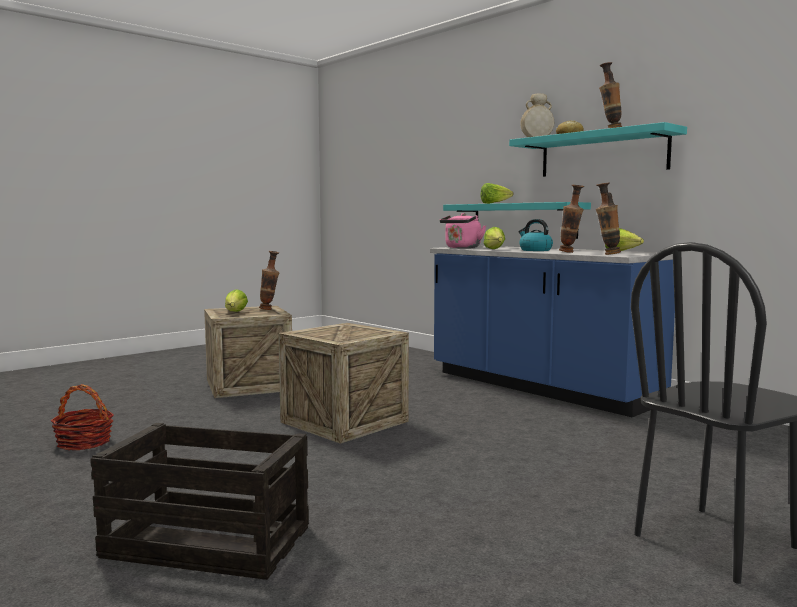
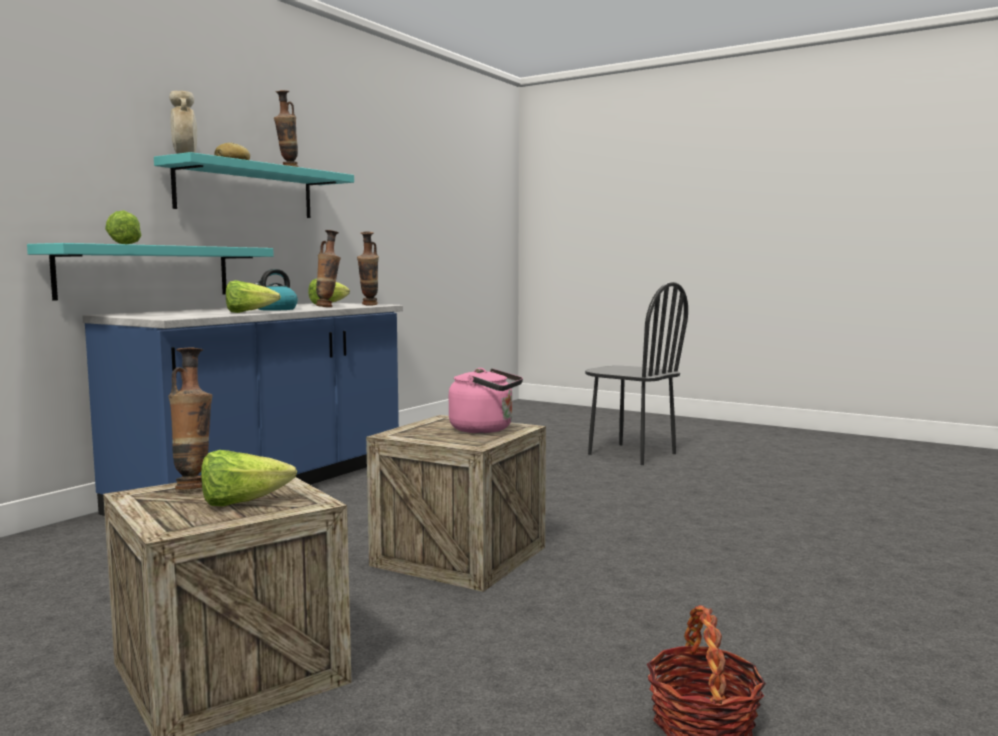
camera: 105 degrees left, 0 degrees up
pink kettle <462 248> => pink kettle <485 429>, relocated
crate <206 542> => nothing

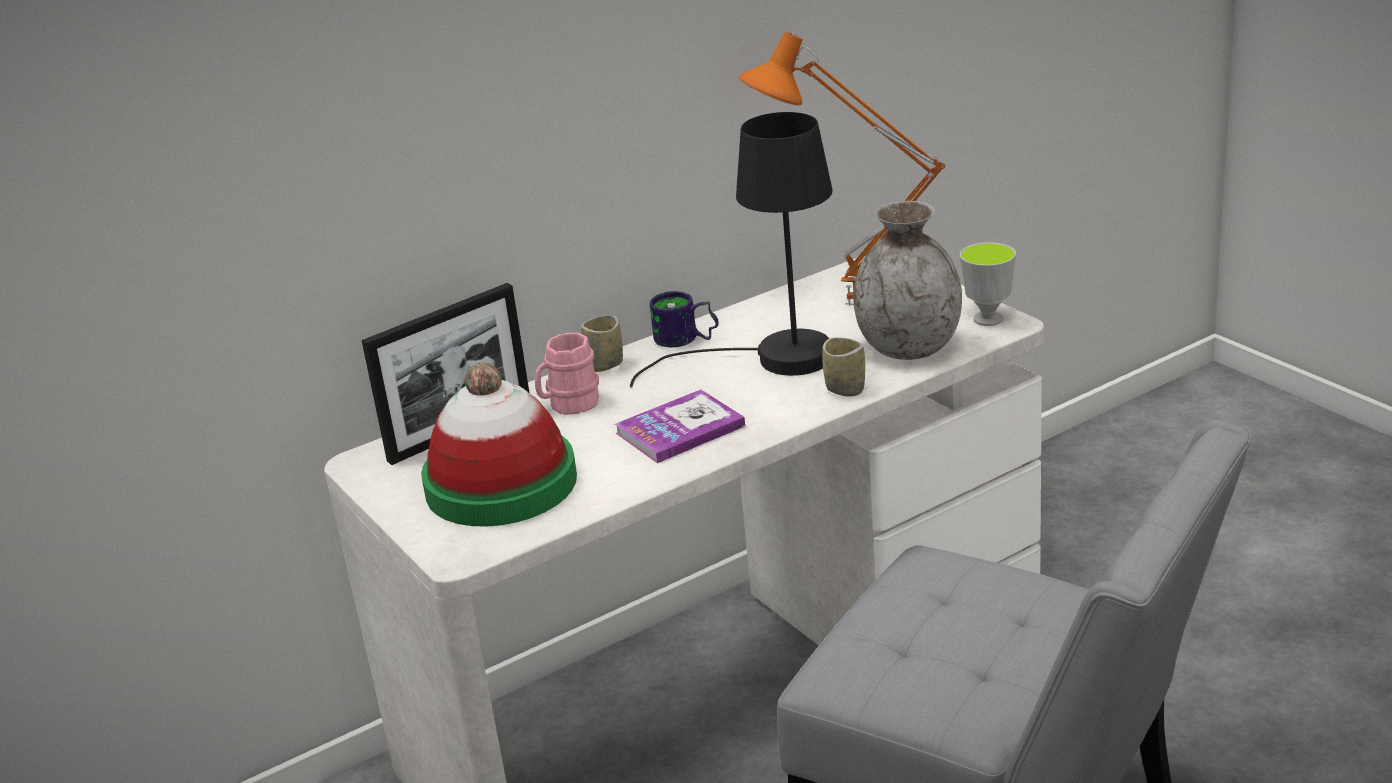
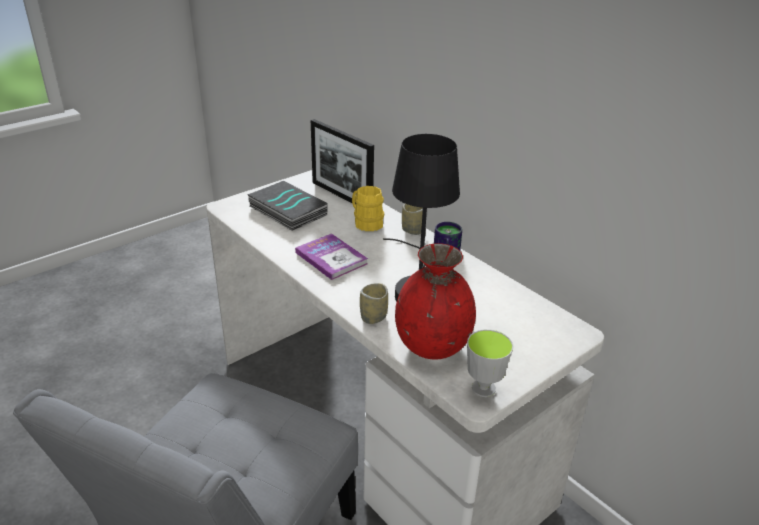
camera: 80 degrees right, 5 degrees up
hat <501 484> => book <286 211>
pink mug <569 405> => yellow mug <365 222>
grey vase <909 348> => red vase <433 346>
orange table lamp <851 307> => nothing

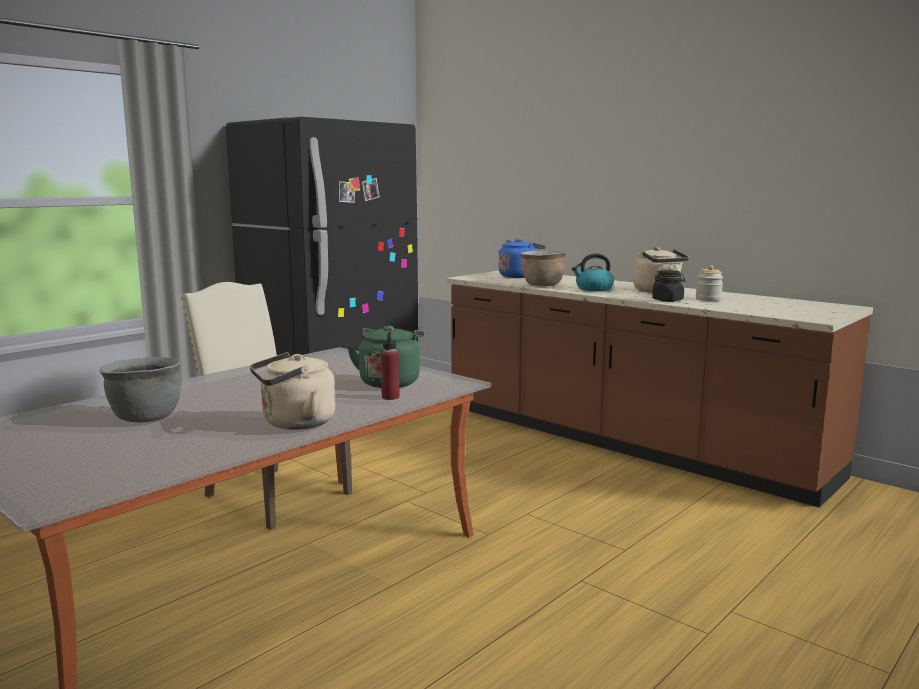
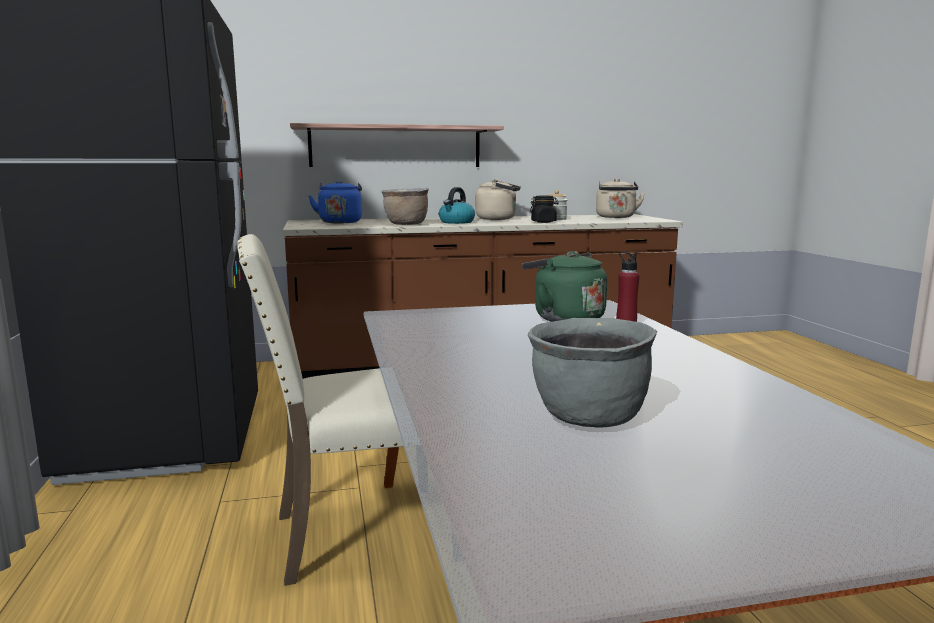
camera: 55 degrees left, 0 degrees up
nothing => shelf <396 147>
beige kettle <294 423> => beige kettle <616 217>, relocated

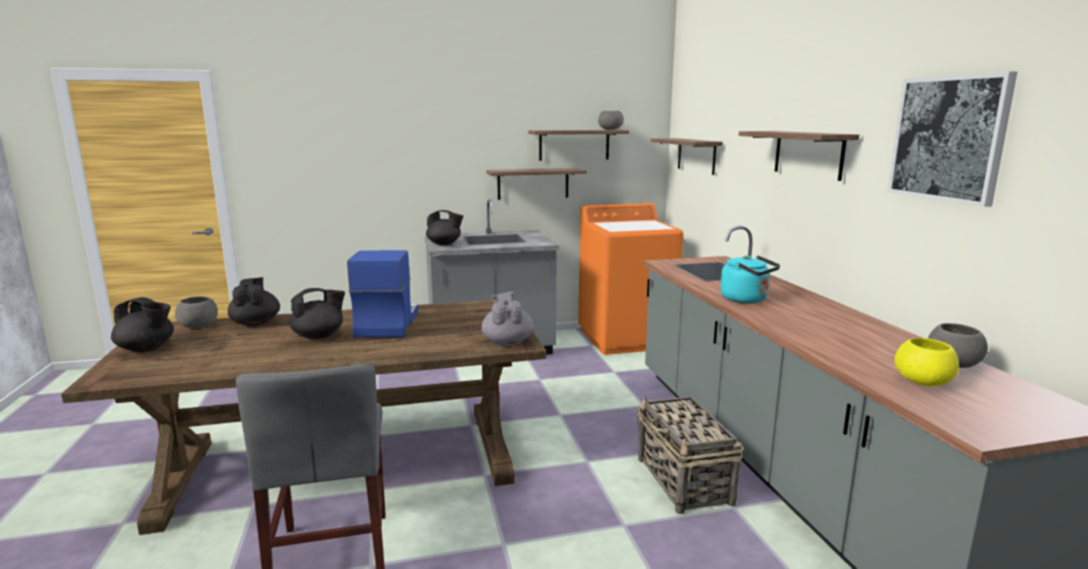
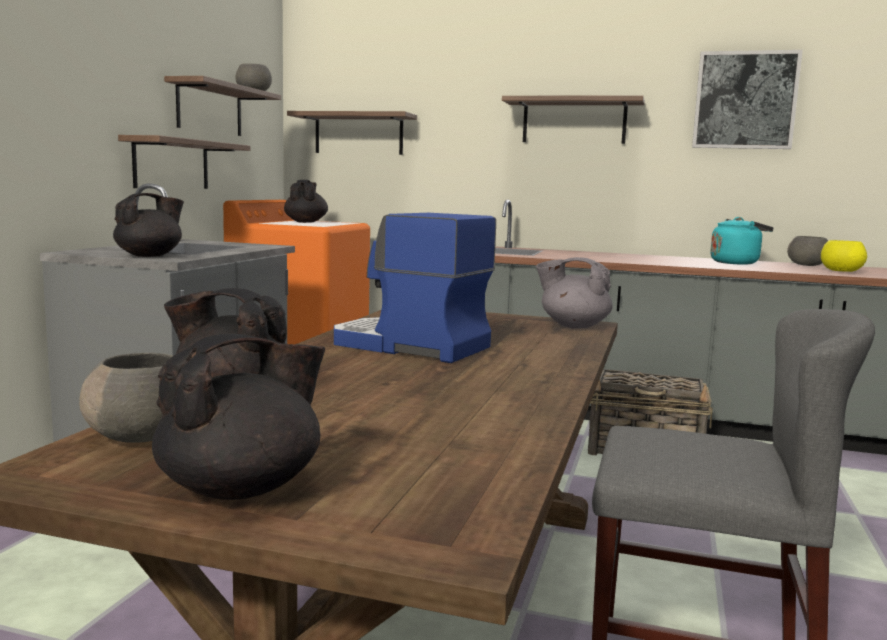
camera: 60 degrees left, 5 degrees down
black teapot <319 336> => black teapot <306 222>, relocated
turquoise kettle <747 299> => turquoise kettle <736 263>, relocated

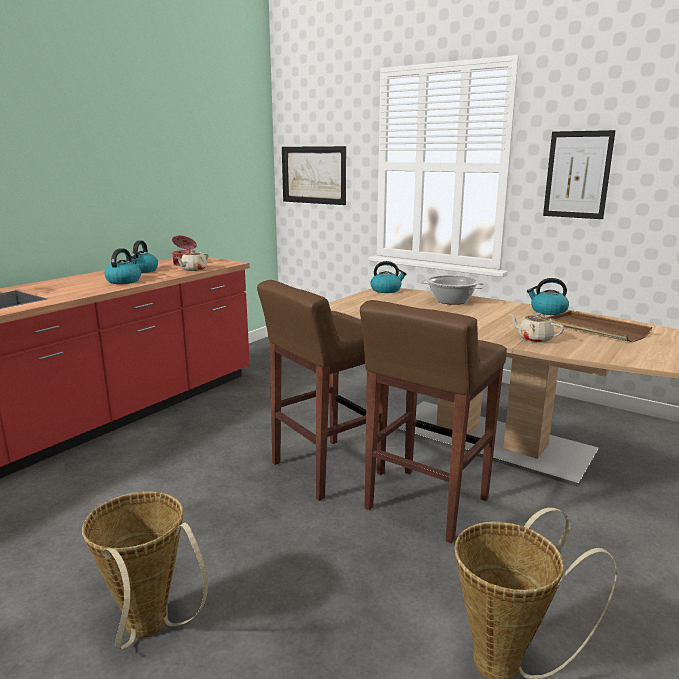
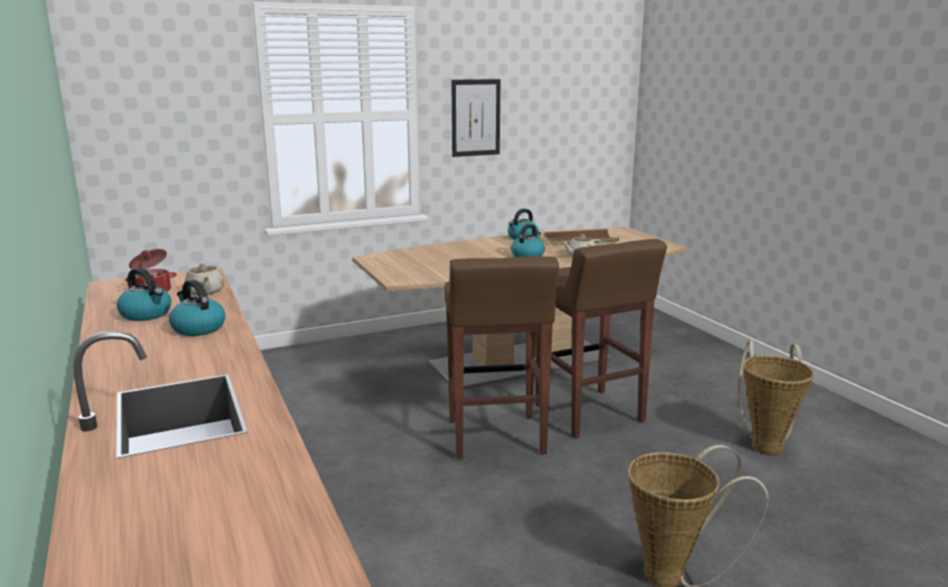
camera: 60 degrees left, 0 degrees up
kettle <386 290> => kettle <527 255>, relocated
picture <314 175> => nothing
cooking pot <451 301> => nothing

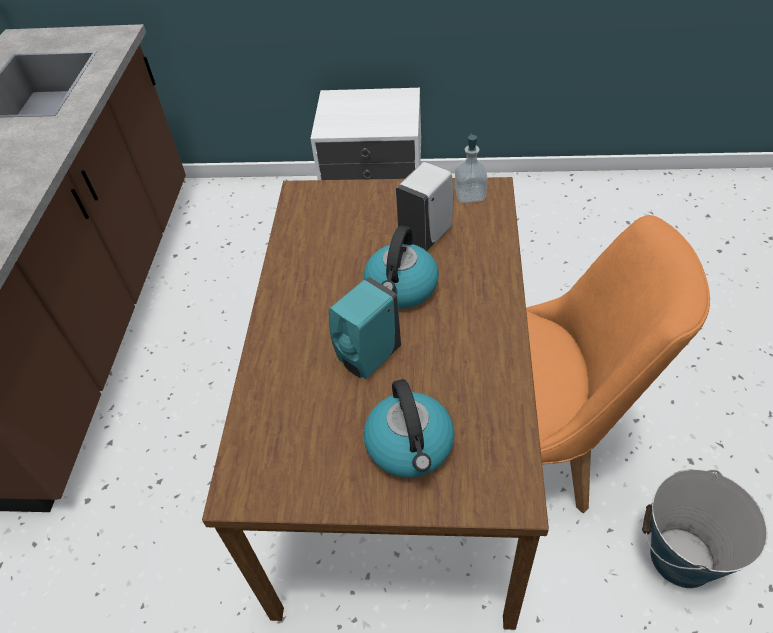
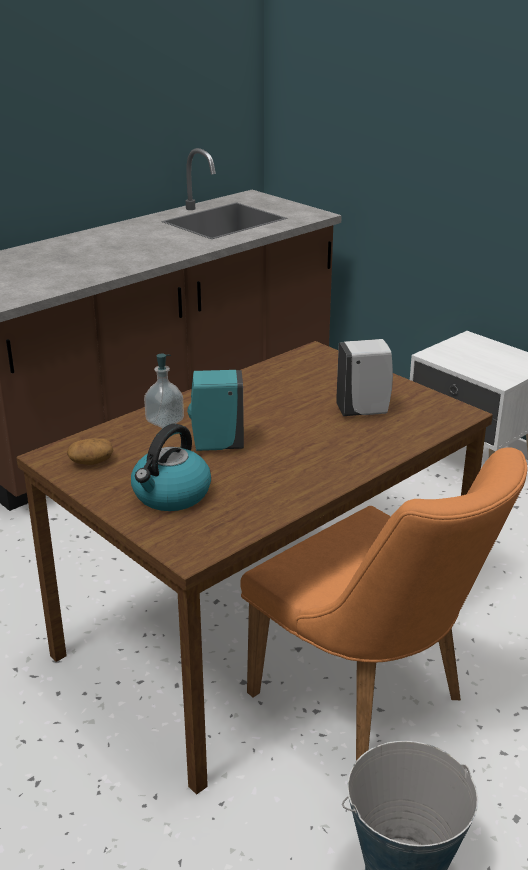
camera: 40 degrees right, 20 degrees down
nothing => potato <91 462>
soap dispenser <470 195> => soap dispenser <165 421>, relocated
kettle <401 288> => nothing

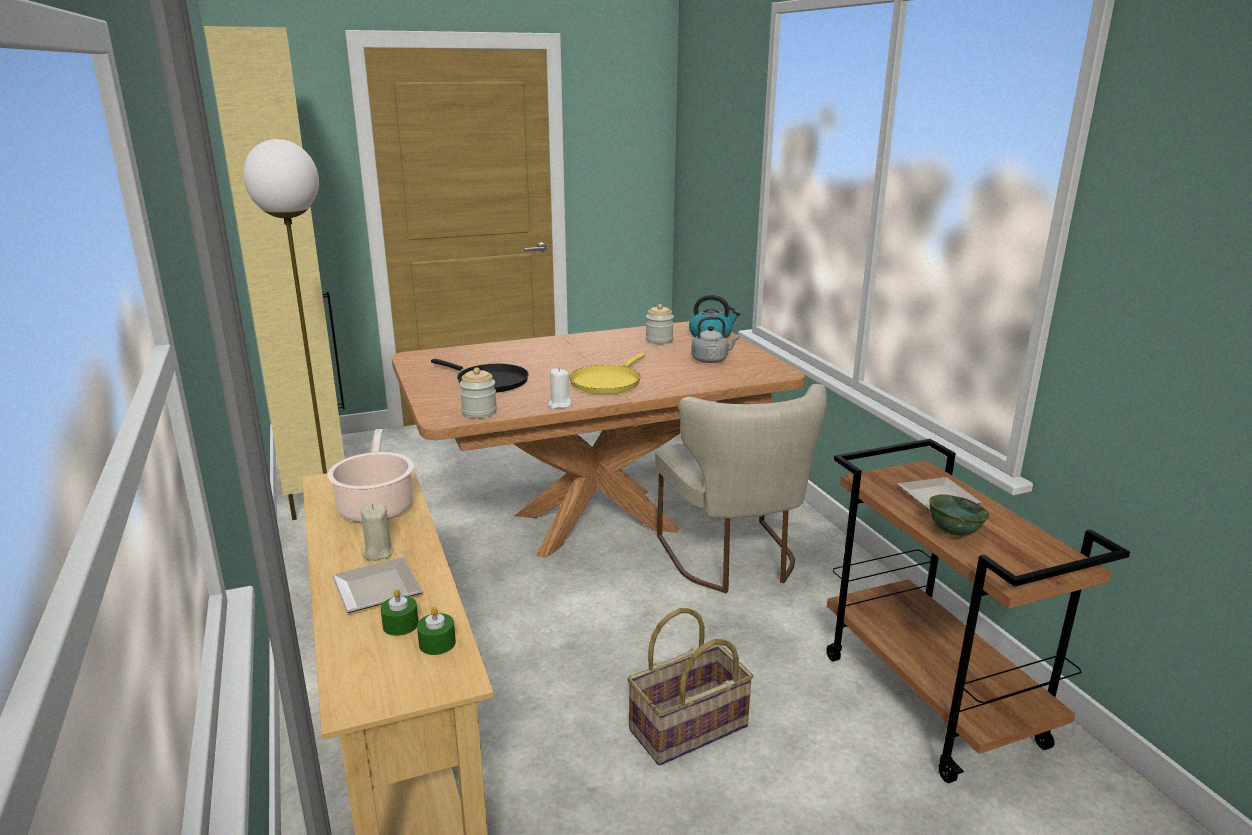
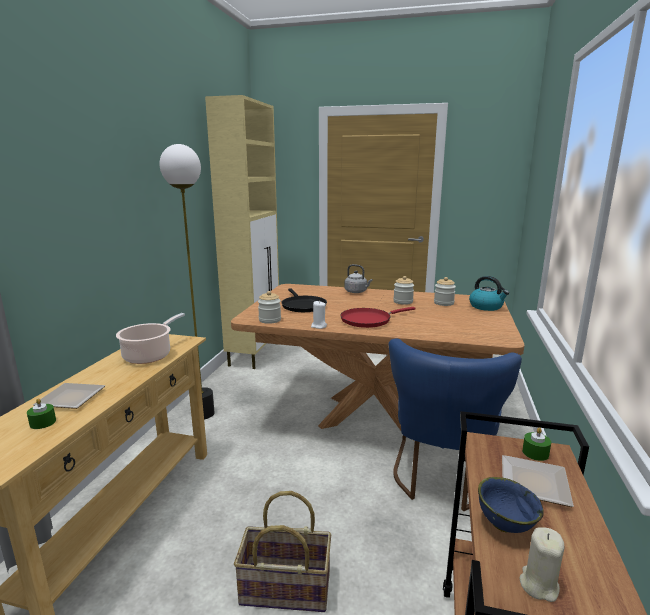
camera: 35 degrees right, 5 degrees down
yellow frying pan <607 382> => red frying pan <368 320>
grey kettle <711 360> => grey kettle <357 292>, relocated
beige chair <734 560> => blue chair <441 478>
nothing => jar <403 302>
green bowl <952 533> => blue bowl <504 524>
beige candle <378 552> => beige candle <538 584>, relocated
green candle <437 643> => green candle <535 453>, relocated

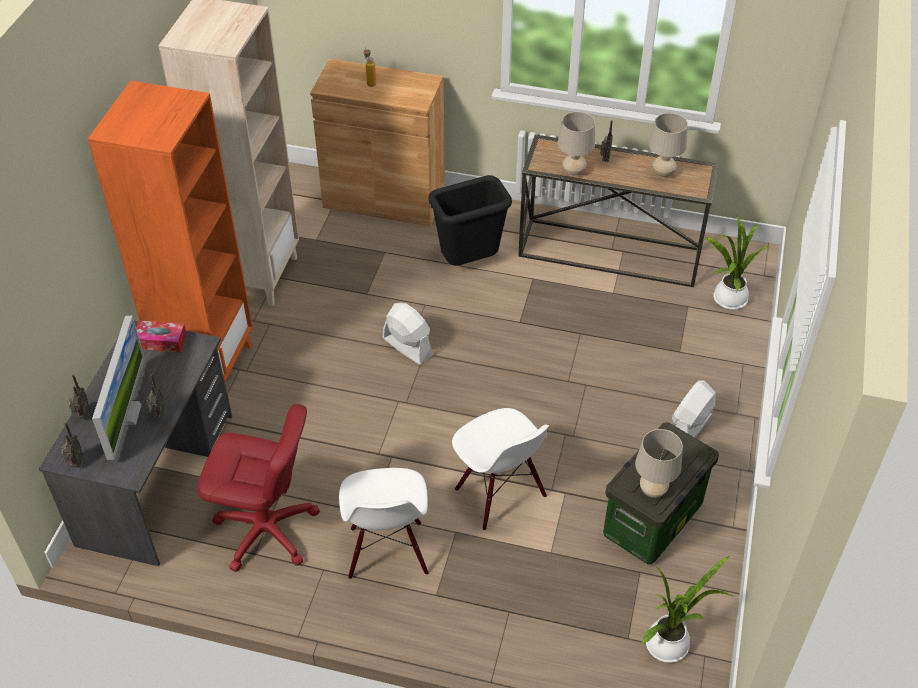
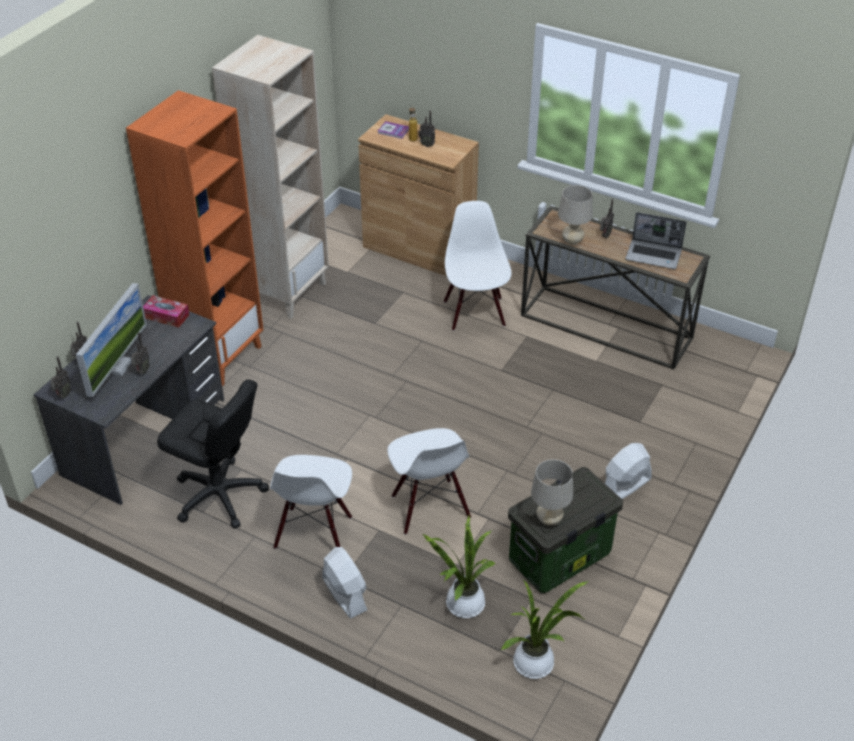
camera: 15 degrees right, 5 degrees down
red office chair <266 530> => black office chair <219 495>
white fan <407 346> => white fan <344 594>, relocated
nothing => book <393 131>
nothing => radio <427 145>
potted plant <727 300> => potted plant <462 604>, relocated
black trash can <470 262> => white chair <475 313>
beige table lamp <663 173> => laptop <654 255>

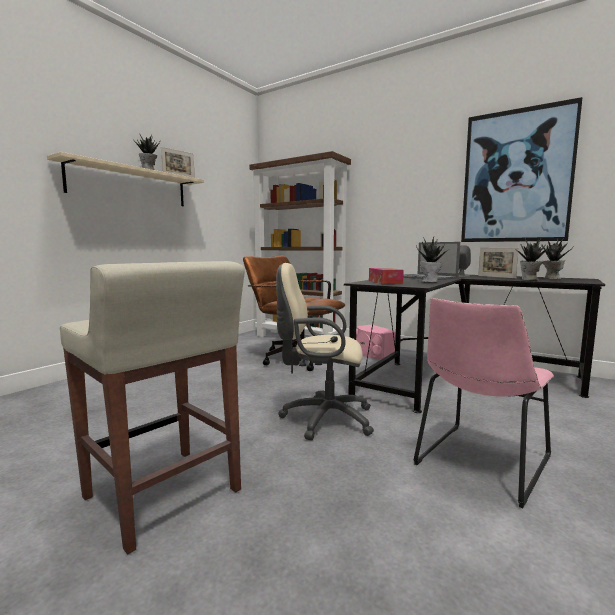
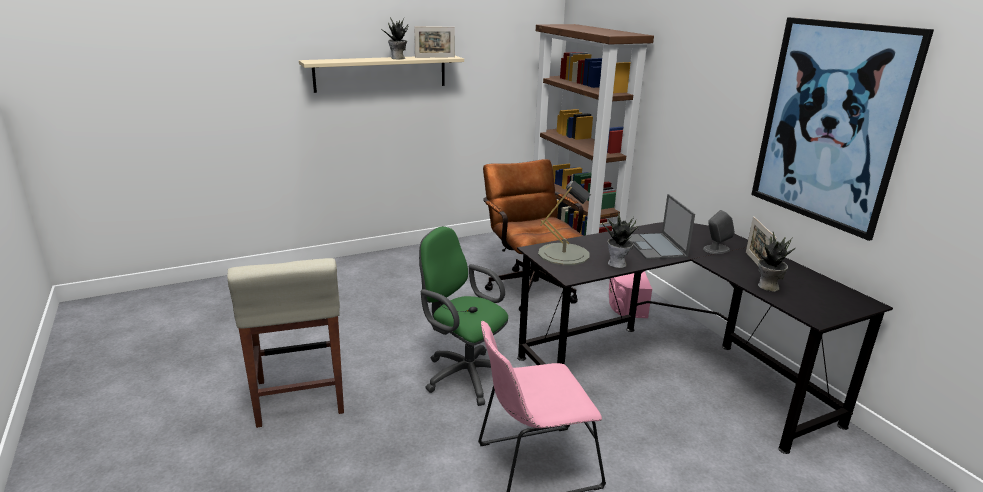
camera: 30 degrees right, 15 degrees up
beige office chair <322 418> => green office chair <464 374>
tissue box <385 282> => grey table lamp <564 254>
potted plant <551 278> => nothing

